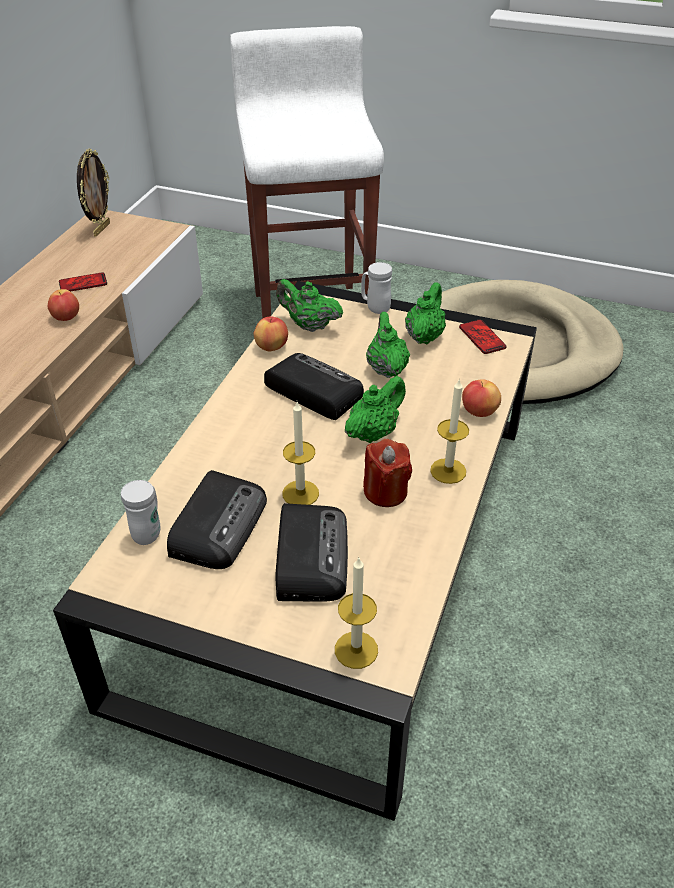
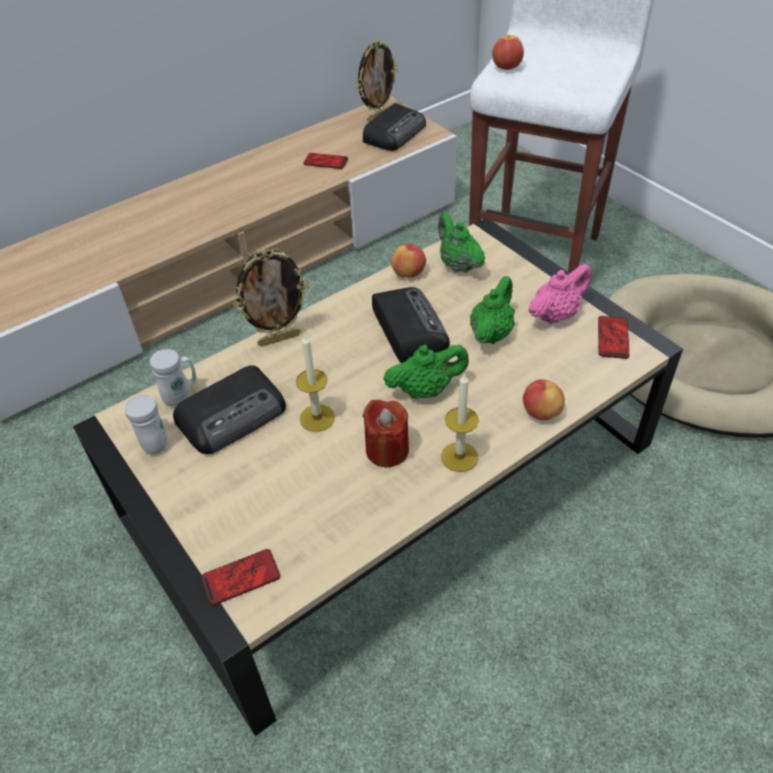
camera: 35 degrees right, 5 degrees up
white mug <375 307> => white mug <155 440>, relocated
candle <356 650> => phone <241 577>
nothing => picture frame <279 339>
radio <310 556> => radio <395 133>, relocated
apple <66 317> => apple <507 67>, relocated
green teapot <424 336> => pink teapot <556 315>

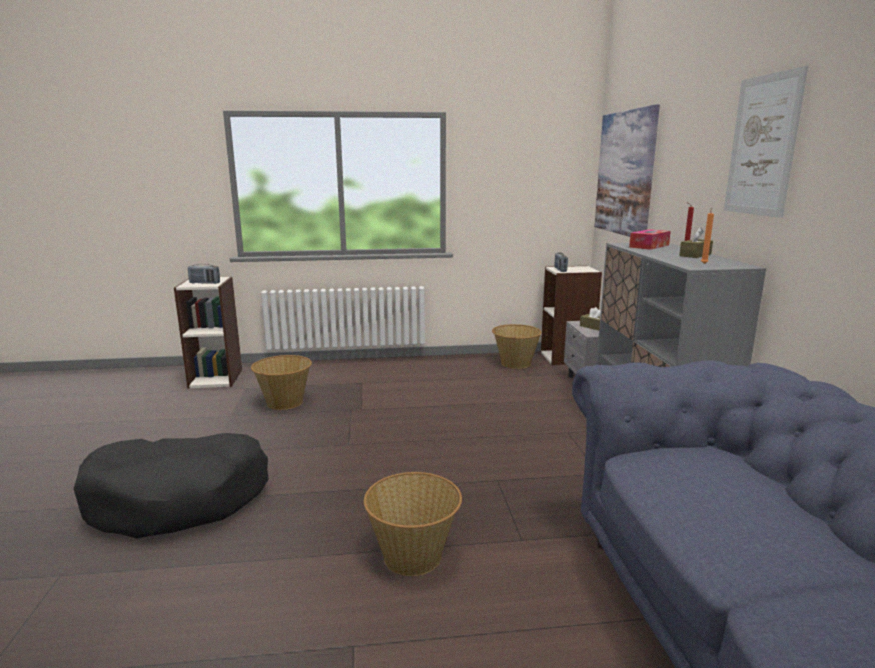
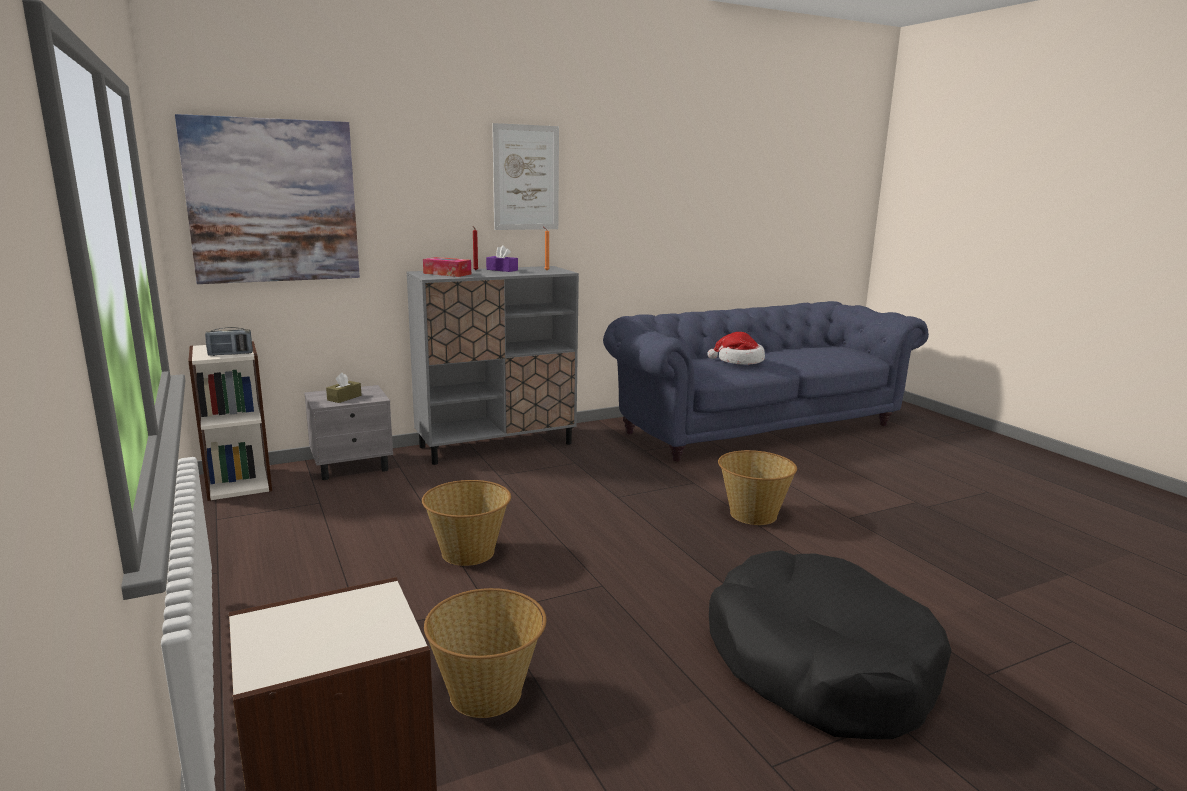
camera: 110 degrees left, 0 degrees up
basket <515 363> => basket <468 553>, relocated
brown tissue box <695 255> => purple tissue box <502 270>
nothing => hat <739 361>
radio <204 283> => nothing

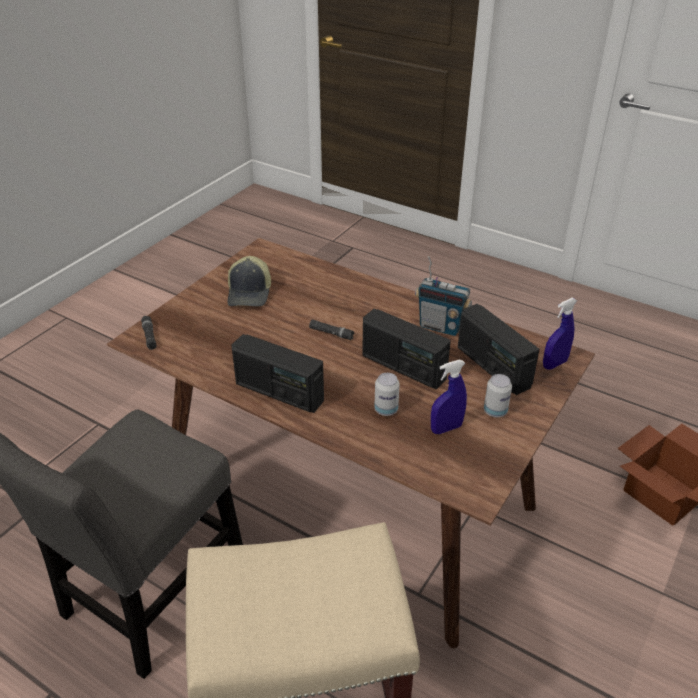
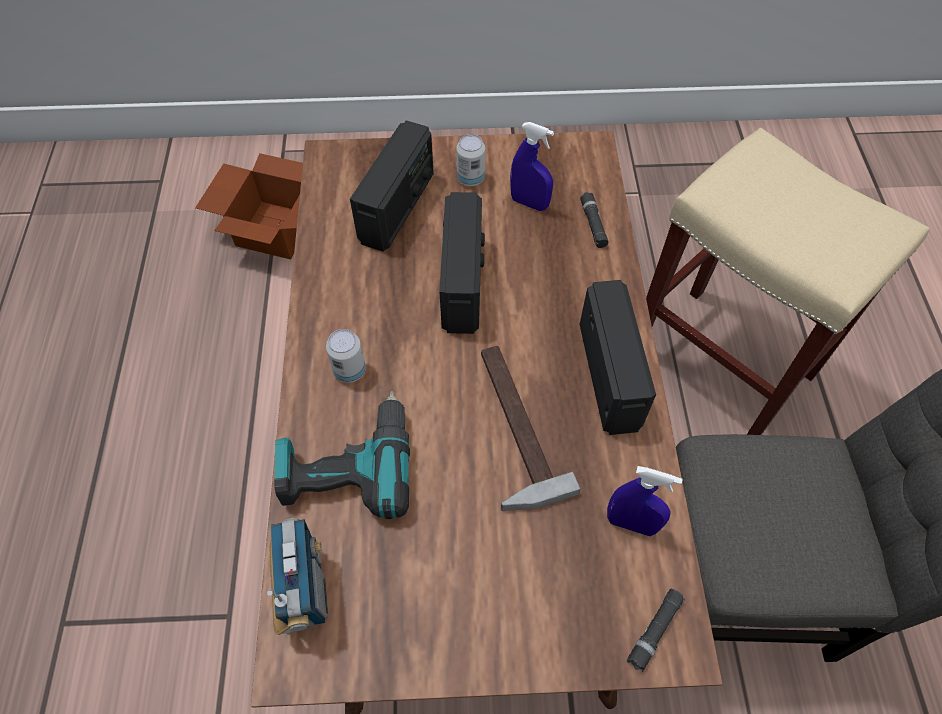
camera: 125 degrees left, 20 degrees up
radio <440 326> => radio <305 591>, relocated
nothing => power drill <348 465>
can <386 410> => can <350 371>, relocated
nothing => hammer <509 426>
black flashlight <331 333> => black flashlight <593 224>, relocated
blue spray bottle <554 364> => blue spray bottle <631 523>, relocated
cap <250 293> => nothing

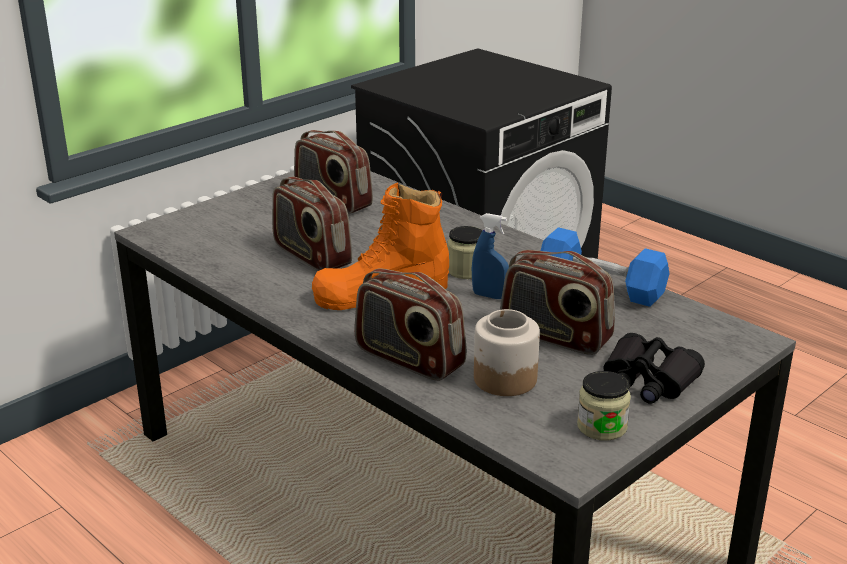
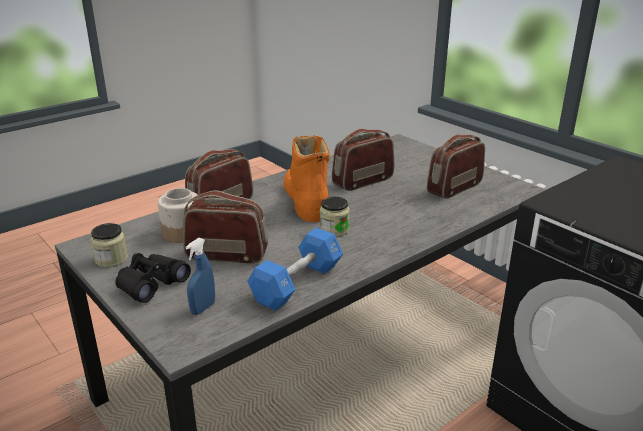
camera: 95 degrees right, 0 degrees up
radio <555 336> => radio <227 255>, 60 degrees clockwise
blue spray bottle <489 296> => blue spray bottle <203 308>, relocated

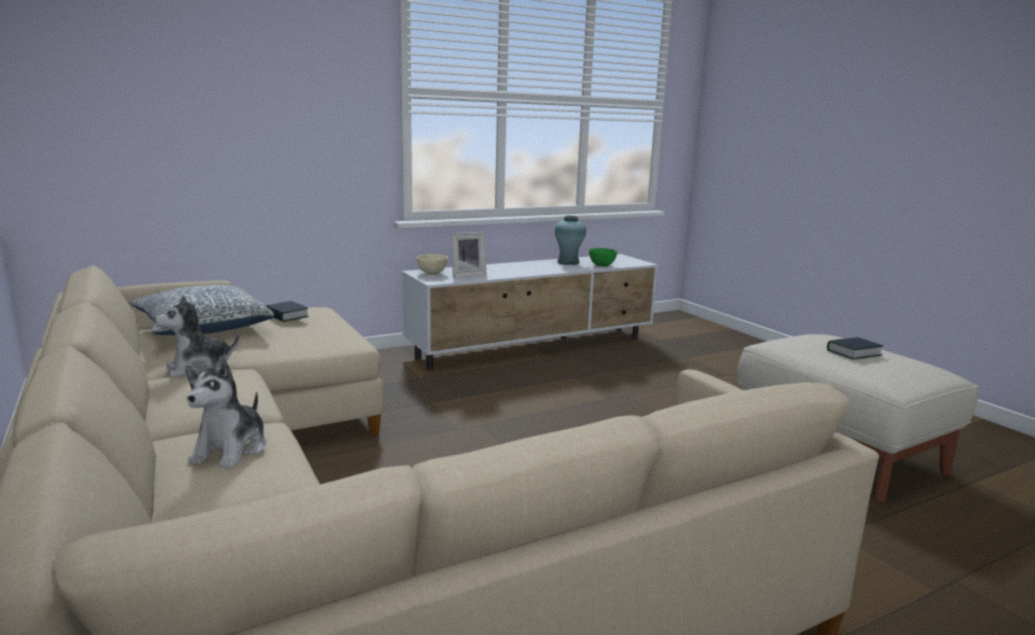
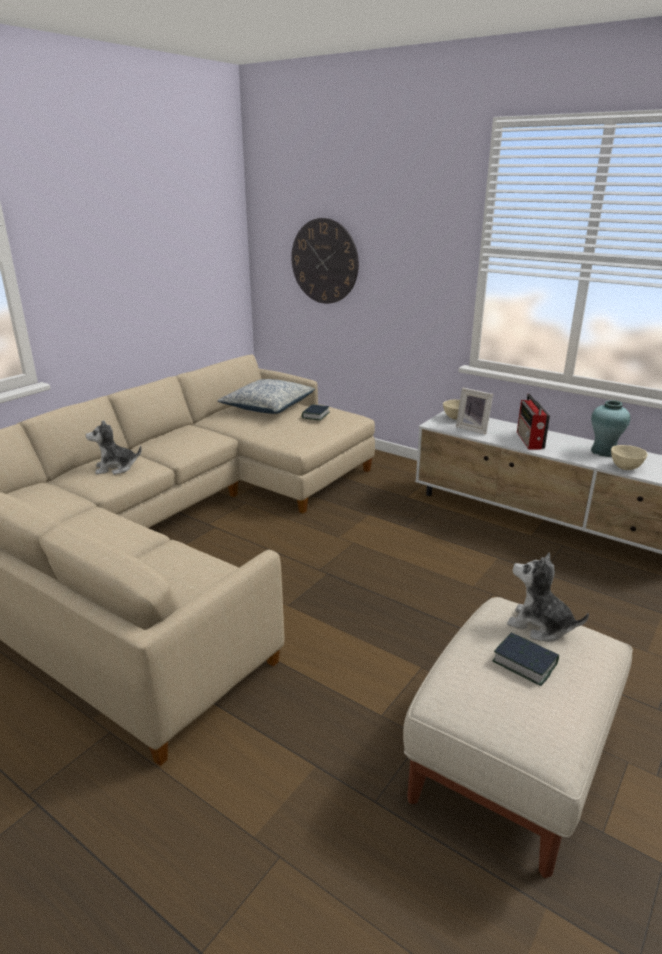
camera: 65 degrees right, 10 degrees up
nothing => wall clock <324 261>
plush toy <199 368> => plush toy <539 626>, relocated
nothing => radio <530 441>
green bowl <602 265> => beige bowl <626 467>

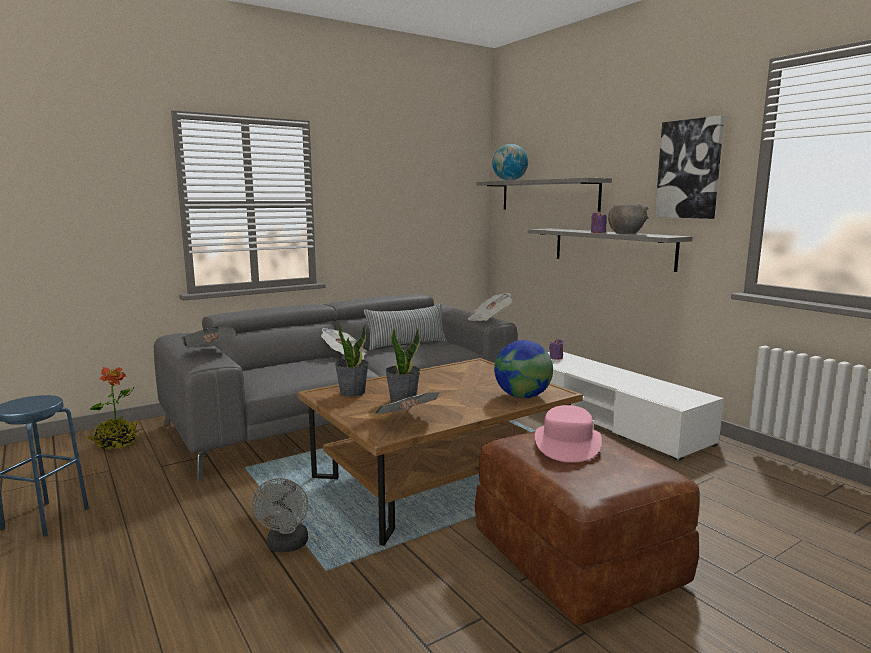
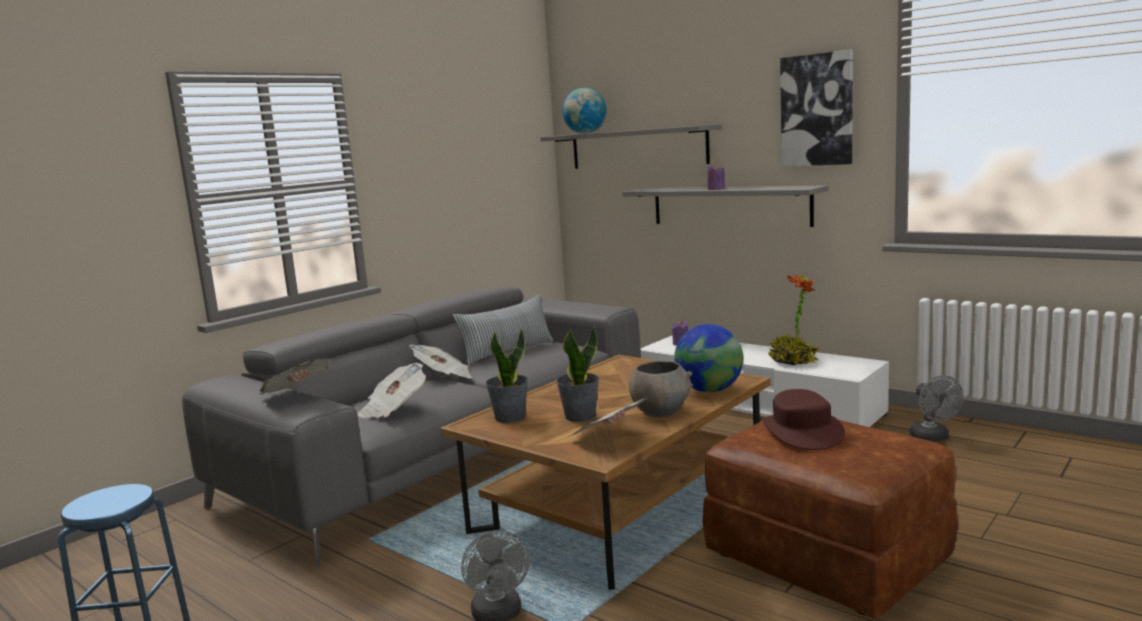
camera: 15 degrees left, 0 degrees up
newspaper <489 319> => newspaper <393 409>, relocated
grey bowl <626 233> => grey bowl <660 412>, relocated
pink hat <567 444> => brown hat <801 431>
potted plant <116 444> => potted plant <793 361>, relocated
nothing => grey fan <933 438>

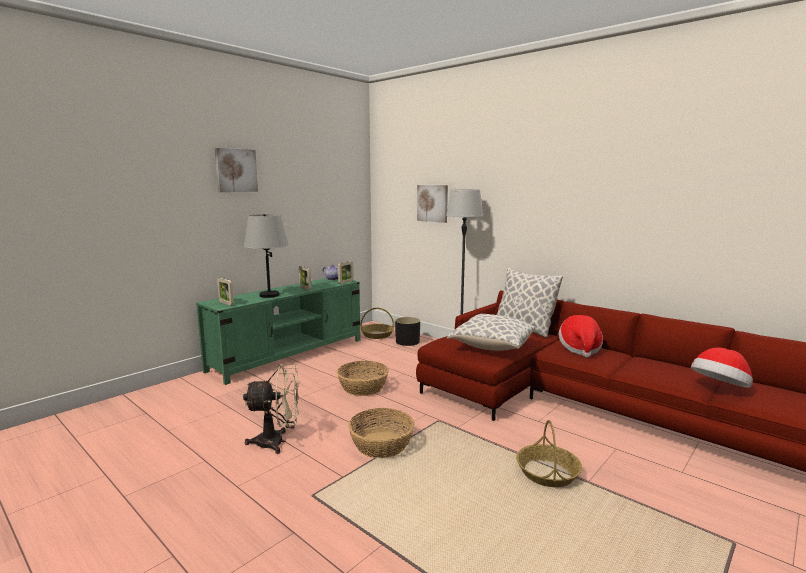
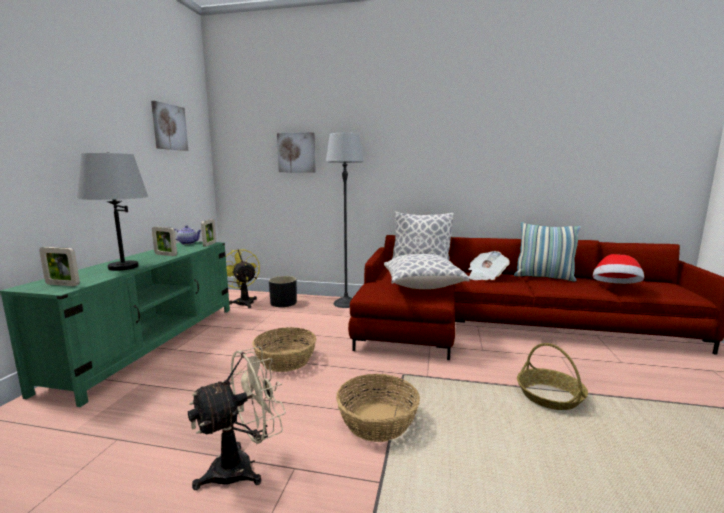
camera: 30 degrees left, 0 degrees up
picture <236 170> => picture <169 127>, relocated
basket <377 335> => yellow fan <243 302>
hat <579 349> => newspaper <485 276>
nothing => pillow <544 277>

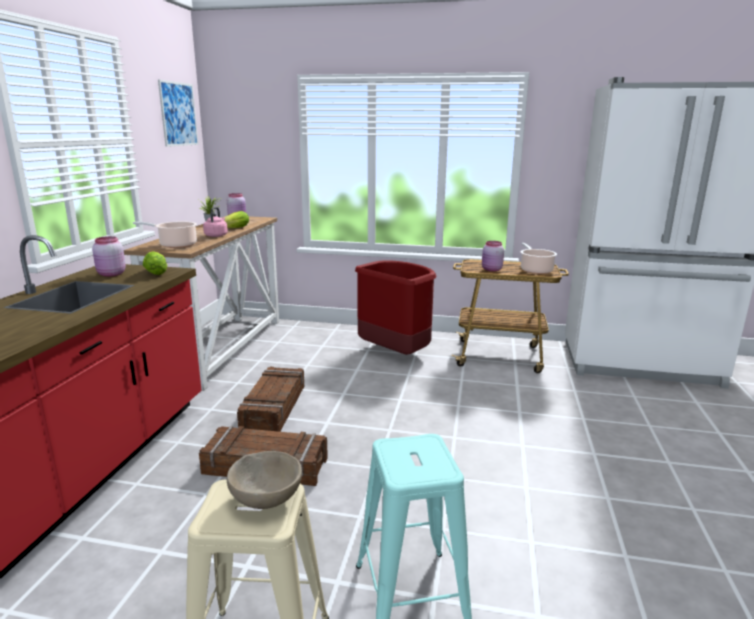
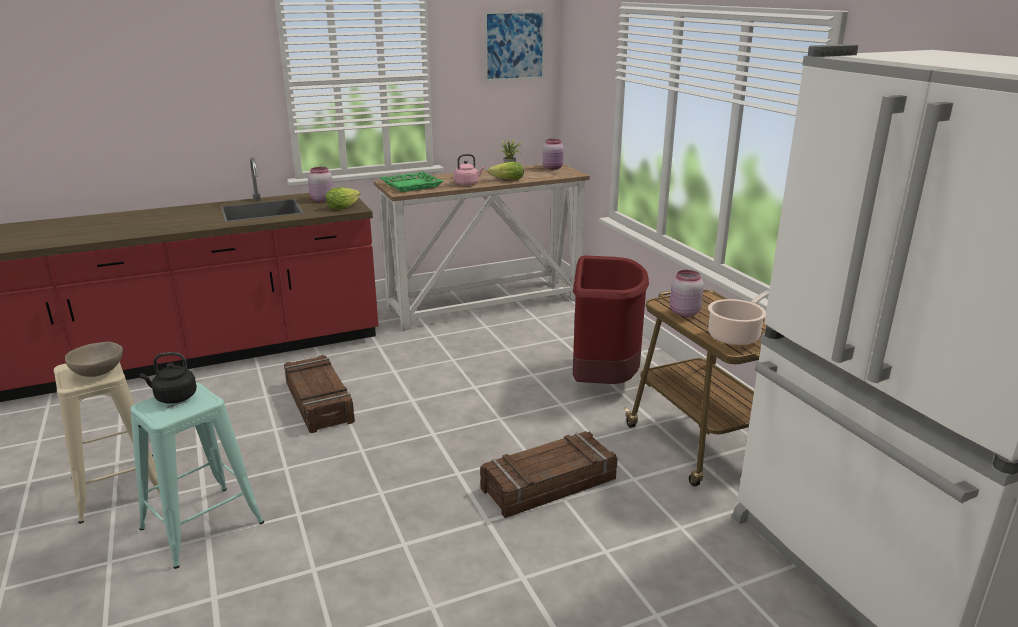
camera: 55 degrees right, 5 degrees up
nothing => black kettle <173 397>
cooking pot <175 245> => green tray <411 185>
crate <273 407> => crate <548 484>, relocated

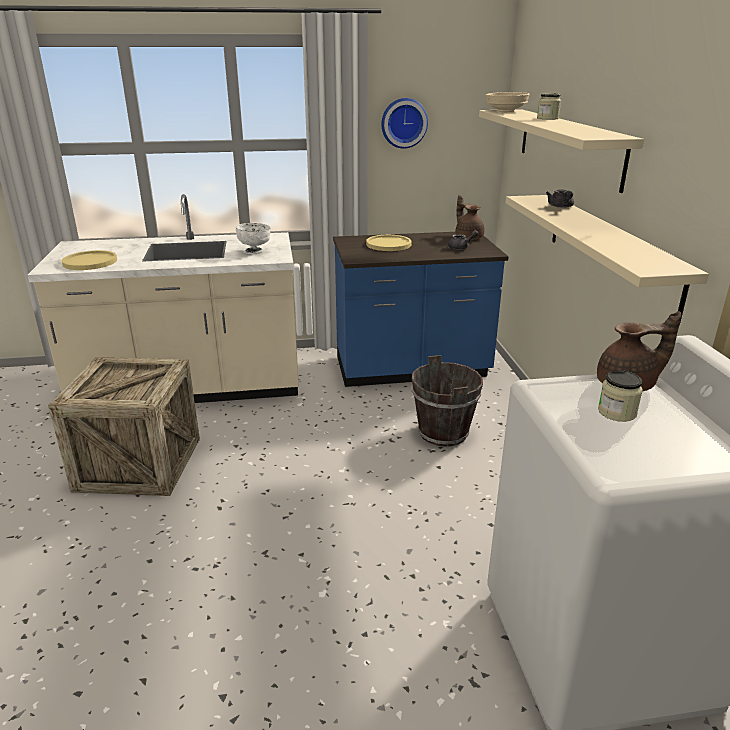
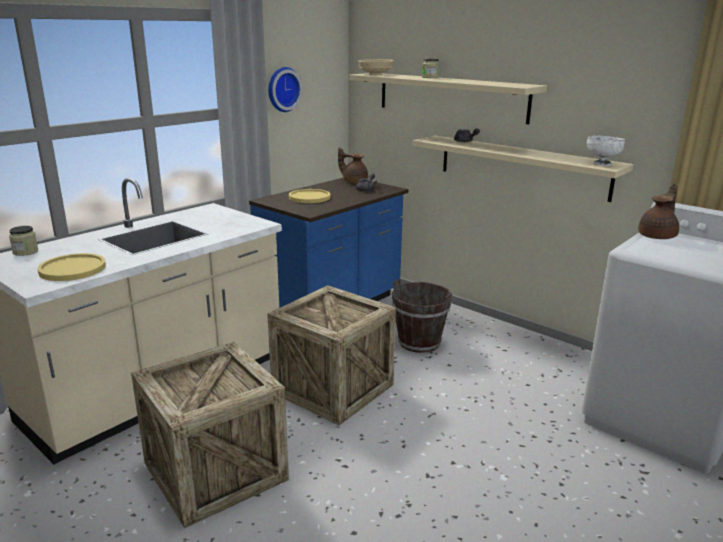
camera: 40 degrees left, 5 degrees down
jar <617 412> => jar <25 252>, relocated
nothing => crate <333 388>
white bowl <254 251> => white bowl <602 163>, relocated

